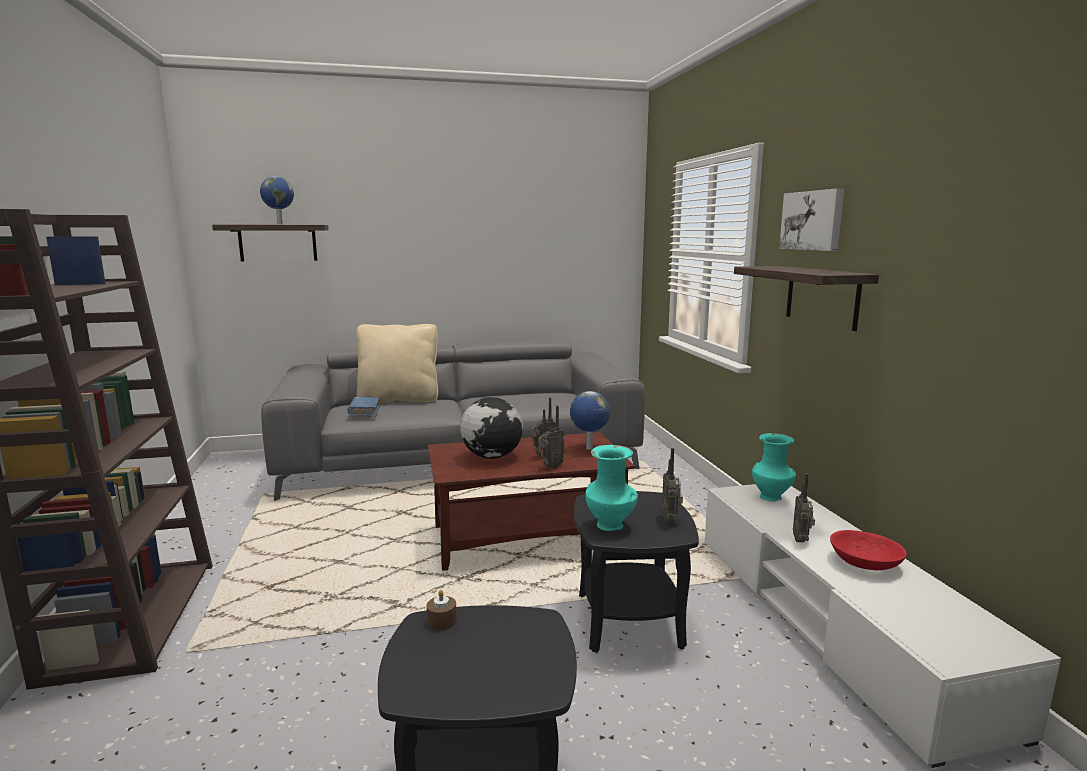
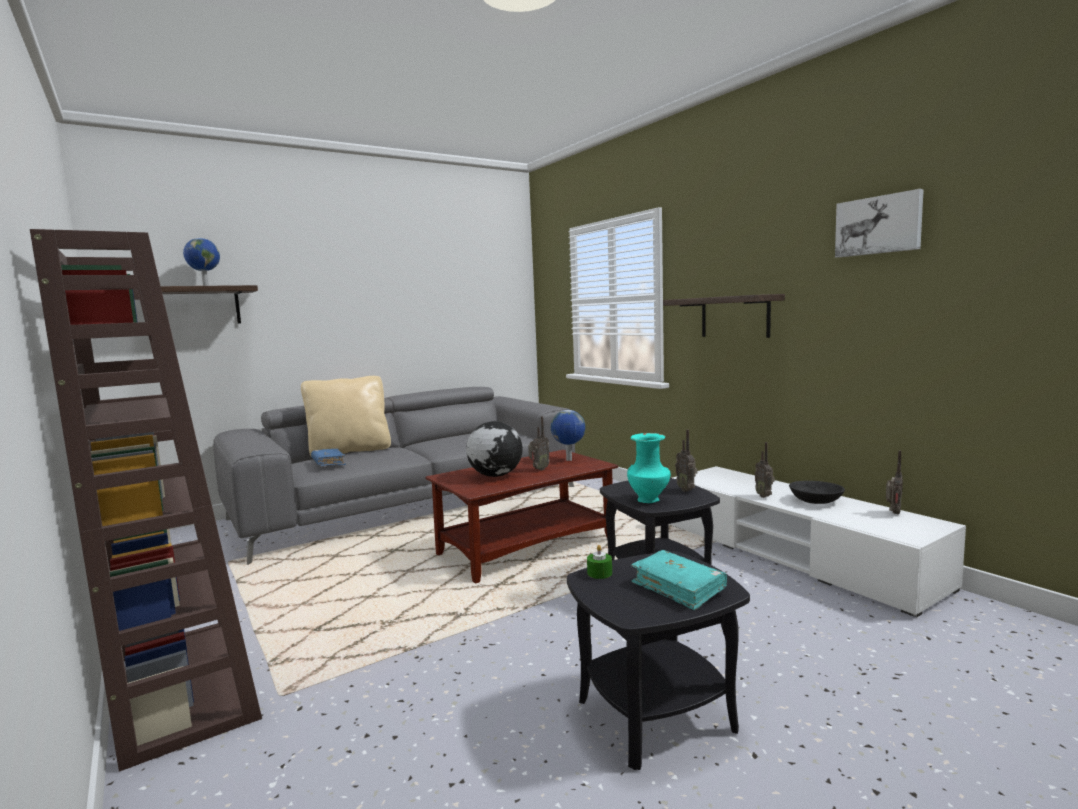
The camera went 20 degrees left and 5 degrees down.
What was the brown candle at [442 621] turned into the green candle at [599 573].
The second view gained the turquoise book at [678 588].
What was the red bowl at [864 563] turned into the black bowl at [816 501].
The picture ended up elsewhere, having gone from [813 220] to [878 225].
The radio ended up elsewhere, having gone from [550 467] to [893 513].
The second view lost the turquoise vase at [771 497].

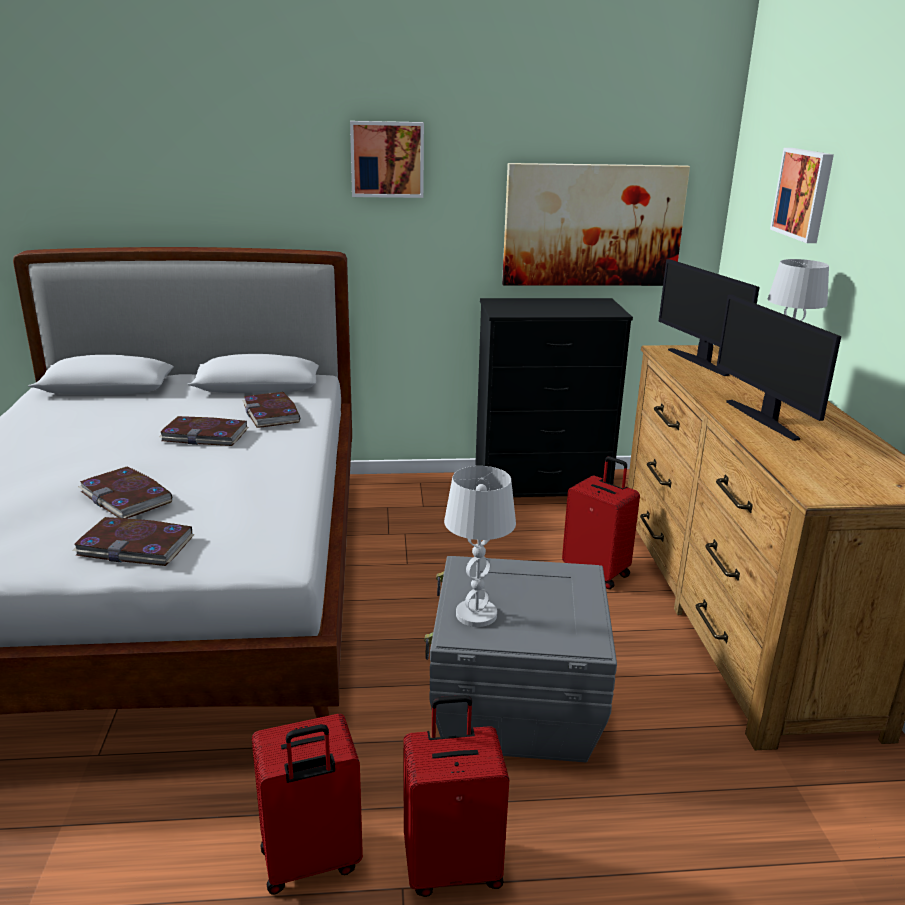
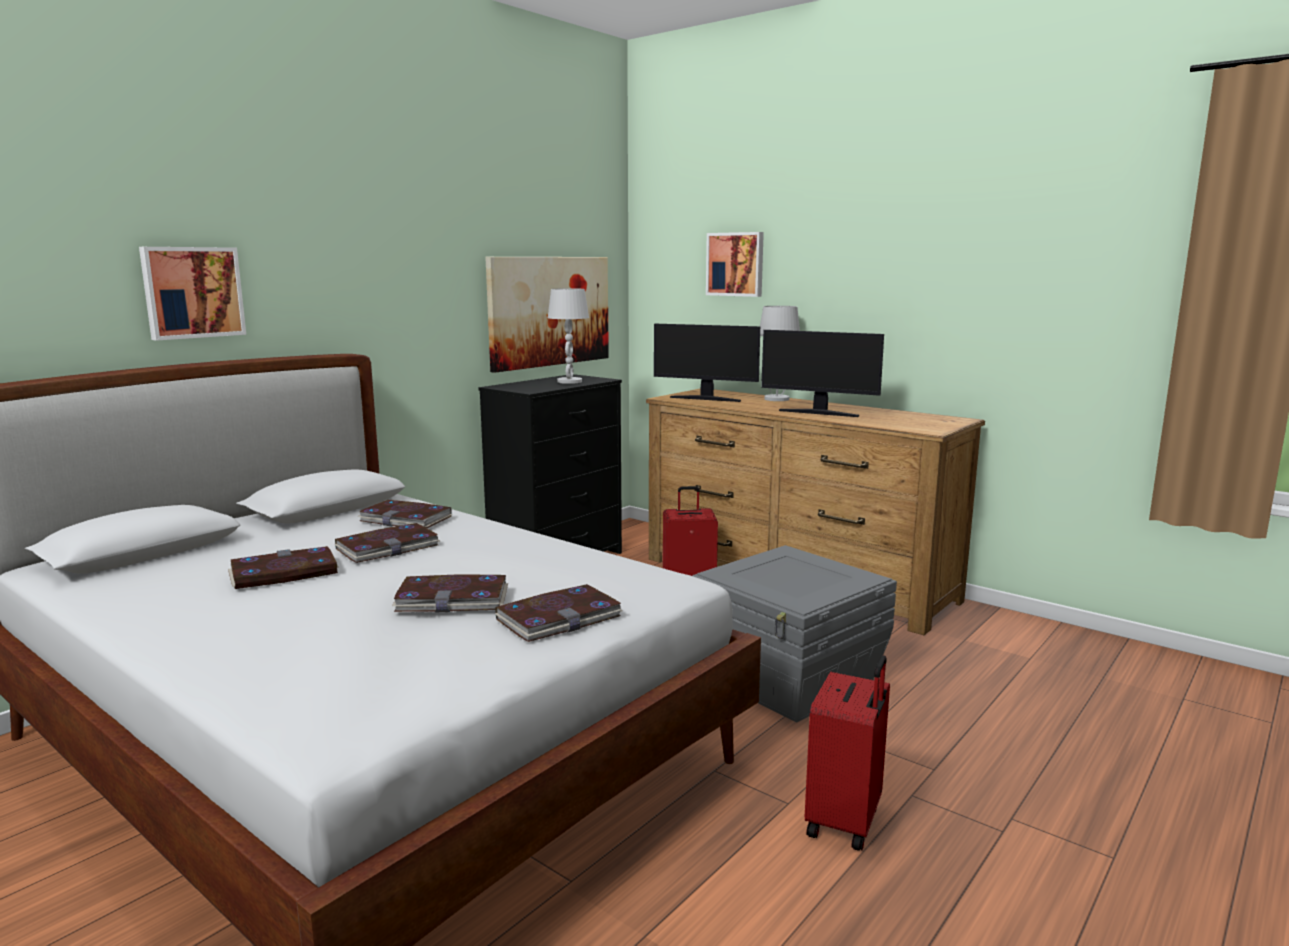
The camera went 45 degrees left and 10 degrees down.
The picture ended up elsewhere, having gone from [387 159] to [192 292].
The second view gained the book at [283 573].
The white table lamp ended up elsewhere, having gone from [476 615] to [569 381].
The second view lost the red suitcase at [452 866].

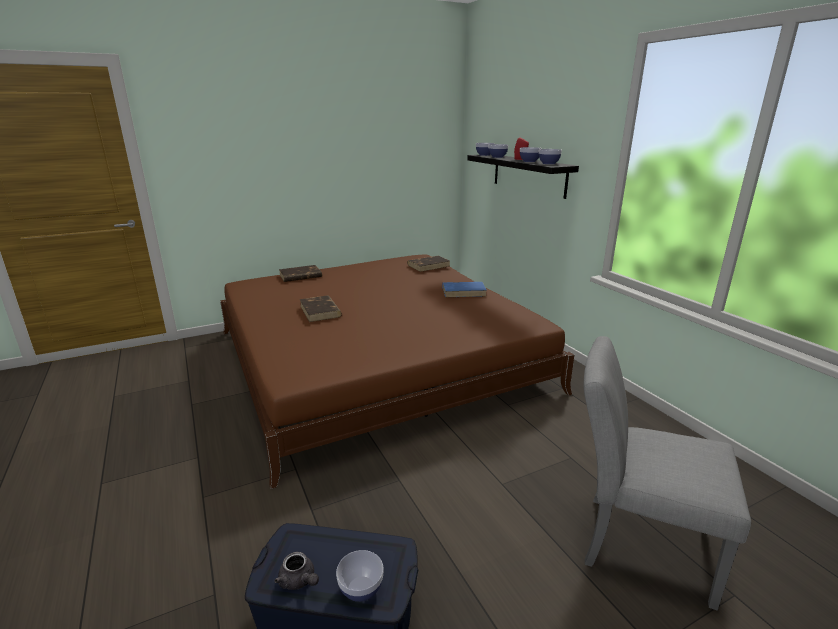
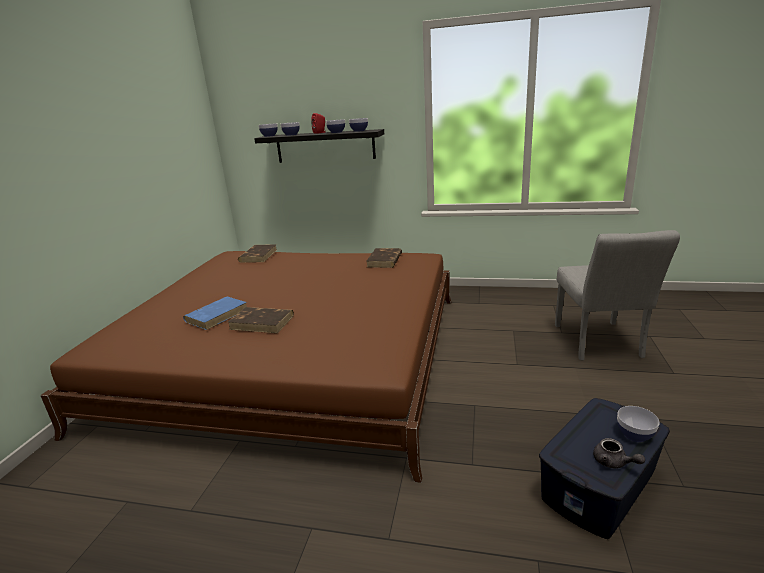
The camera went 50 degrees left and 0 degrees up.
The blue book ended up elsewhere, having gone from [464 291] to [217 315].
The brown book ended up elsewhere, having gone from [300 276] to [384 260].
The grey chair at [634 542] ended up facing another way, 60 degrees counterclockwise from before.
The grey teapot at [299 581] ended up facing another way, 60 degrees clockwise from before.

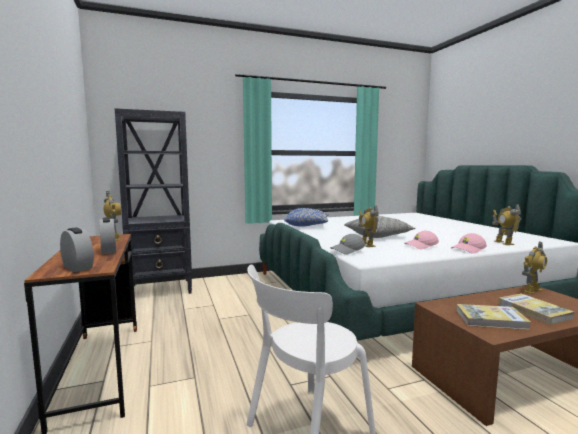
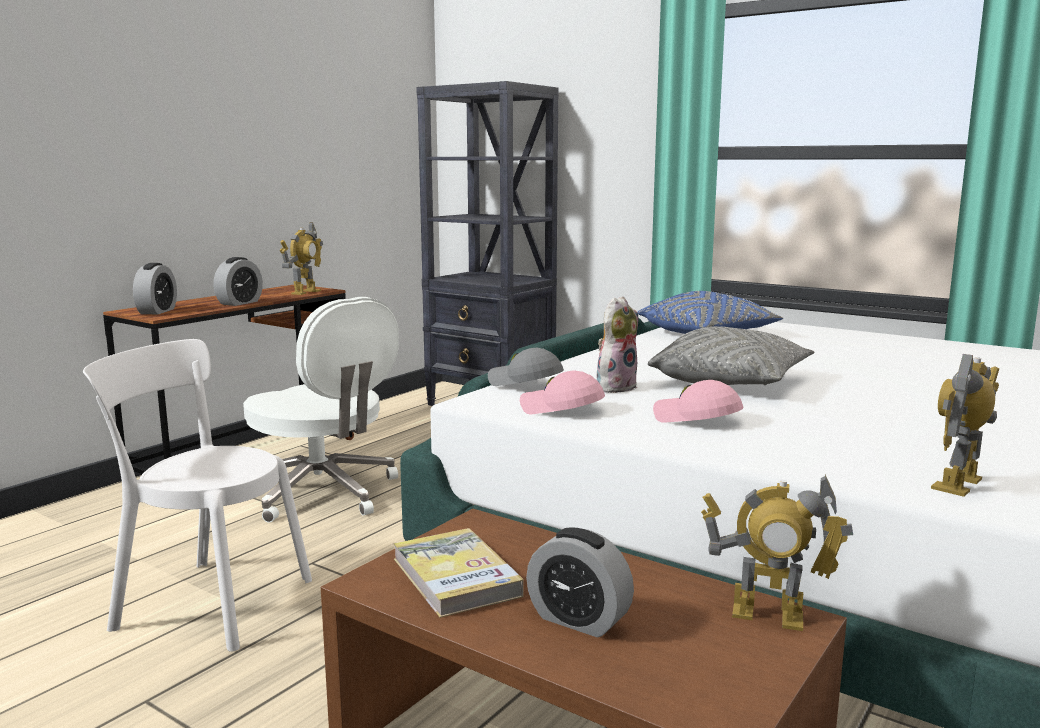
The camera went 55 degrees right and 5 degrees up.
The second view gained the white office chair at [323 493].
The pink cap ended up elsewhere, having gone from [468 250] to [560 409].
Where the book stood at [533 311], the alarm clock came to stand at [578 620].
Where the toy robot stood at [367 245], the plush toy came to stand at [615 387].

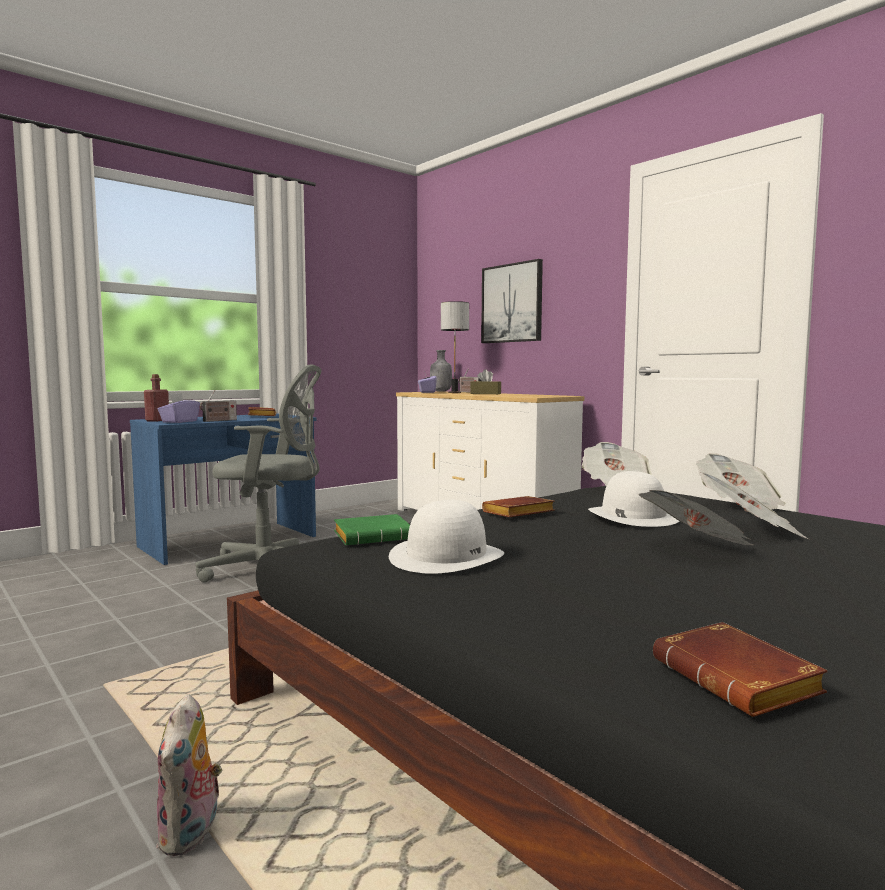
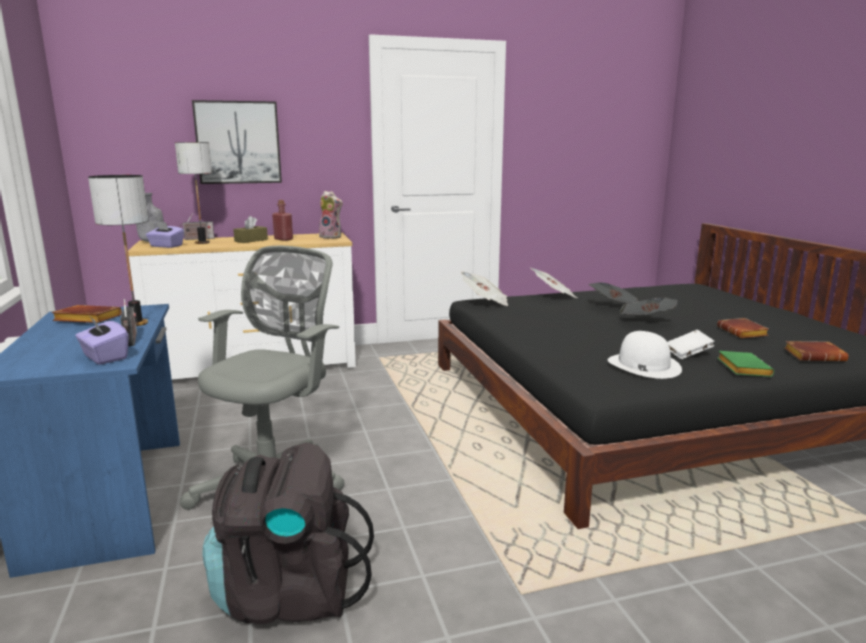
The camera went 65 degrees left and 10 degrees up.
The second view gained the table lamp at [136 323].
The second view gained the black backpack at [289 593].
The red bottle ended up elsewhere, having gone from [157 420] to [283 239].
The plush toy ended up elsewhere, having gone from [191 834] to [332 237].
The second view gained the white book at [688 354].
The brown book ended up elsewhere, having gone from [518 514] to [743 332].
The green book ended up elsewhere, having gone from [374 537] to [741 368].
The second view lost the white hat at [633 515].

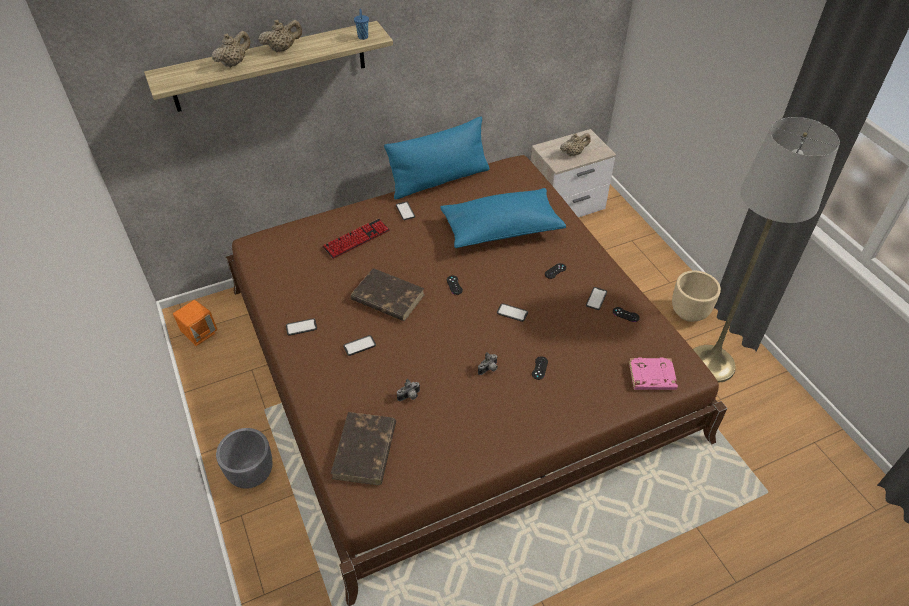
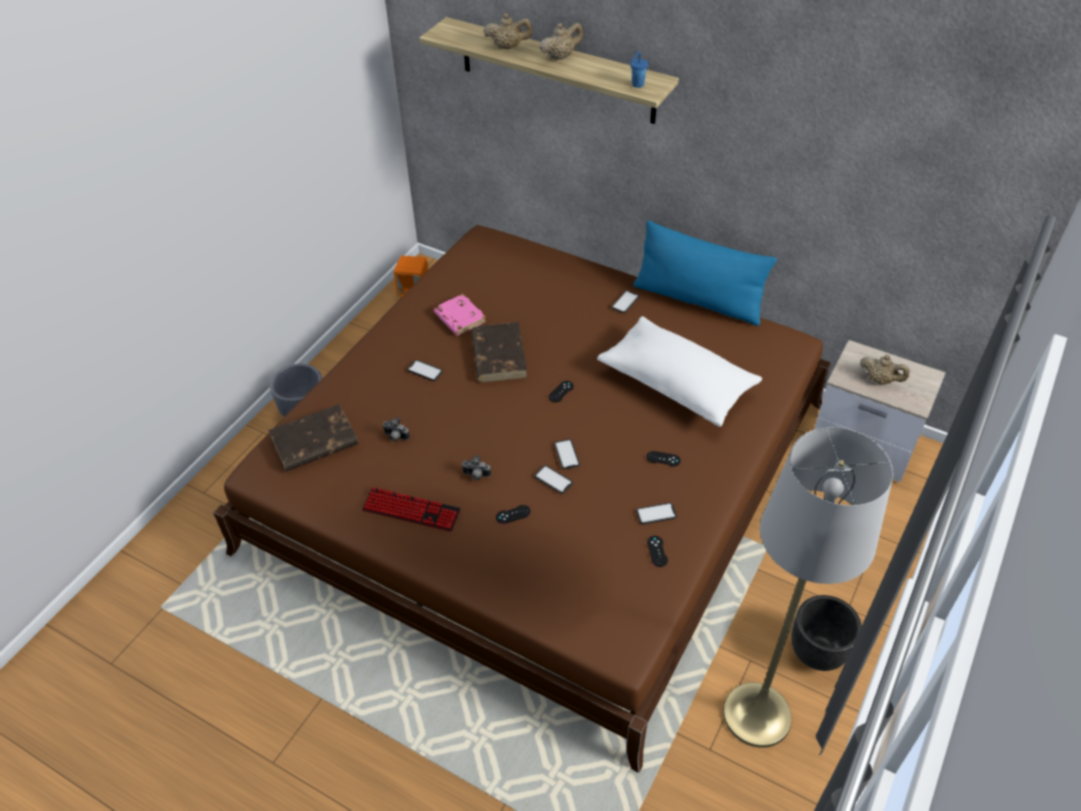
The camera went 55 degrees right and 0 degrees up.
The keyboard ended up elsewhere, having gone from [356 239] to [411 510].
The pink book ended up elsewhere, having gone from [651 377] to [459 318].
The phone ended up elsewhere, having gone from [301 327] to [553 480].
The beige teapot at [283 49] ended up facing another way, 60 degrees counterclockwise from before.
What was the blue pillow at [501 229] turned into the white pillow at [676 384].
What was the beige planter at [689 313] turned into the black planter at [818 652].

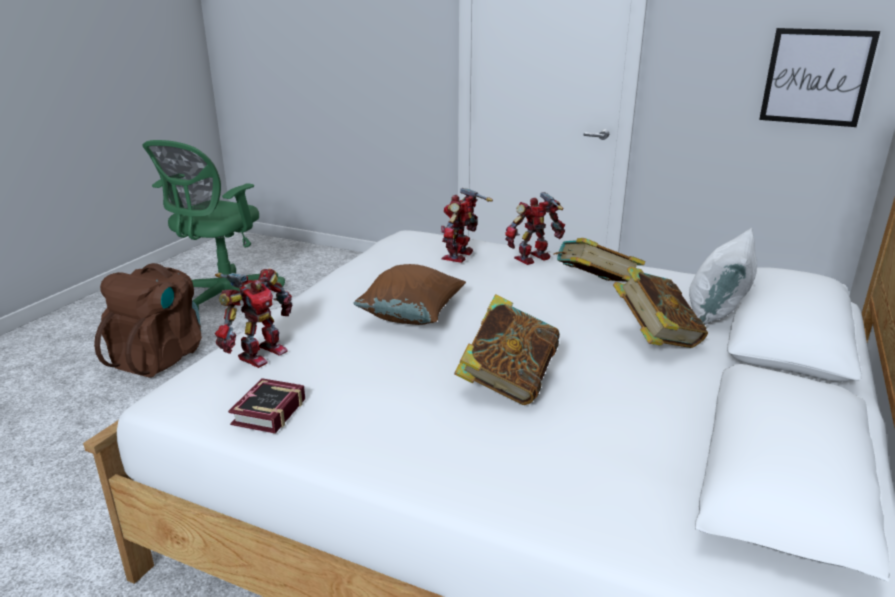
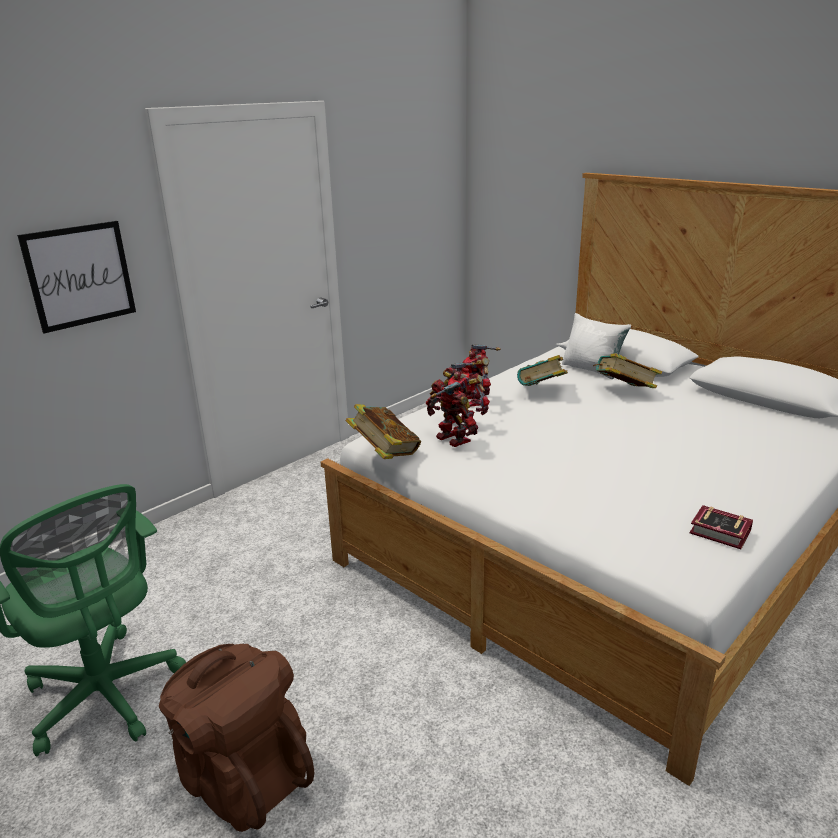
The camera went 70 degrees left and 0 degrees up.
The picture ended up elsewhere, having gone from [816 77] to [80 276].
The book ended up elsewhere, having gone from [507 383] to [385 454].
The toy robot ended up elsewhere, having gone from [260 354] to [451 440].
The second view lost the brown pillow at [411 316].

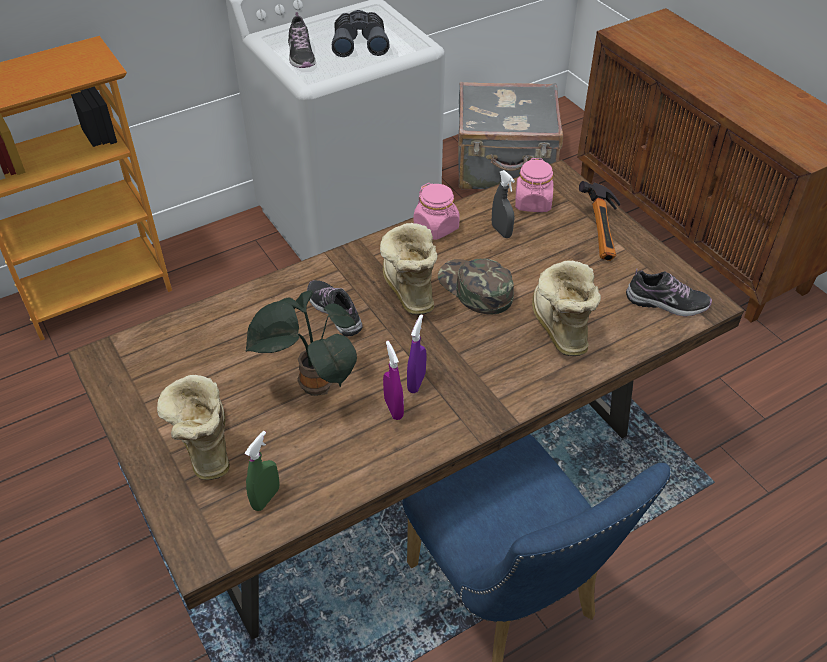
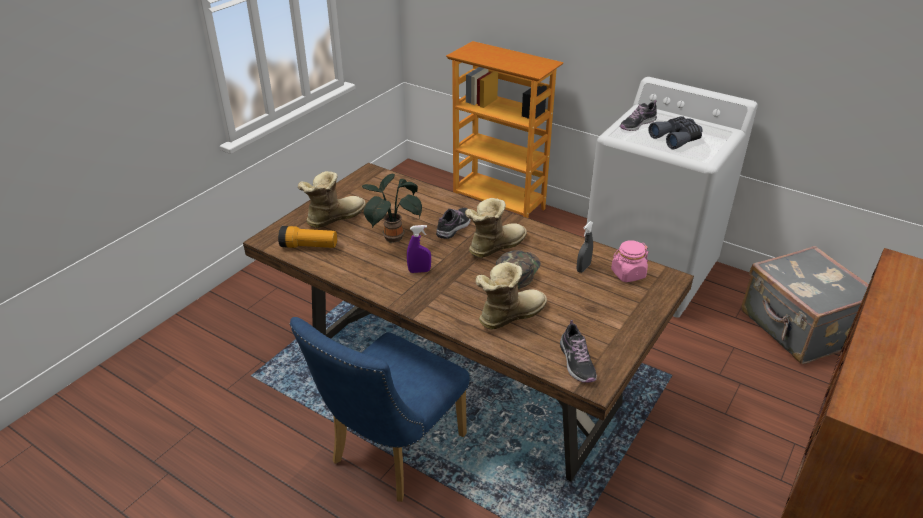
The camera went 65 degrees right and 10 degrees down.
Where the green spray bottle stood at [266 498], the flashlight came to stand at [309 246].
The second view lost the purple spray bottle at [393 408].
The second view lost the pink jar at [436 227].
The second view lost the hammer at [604 233].

